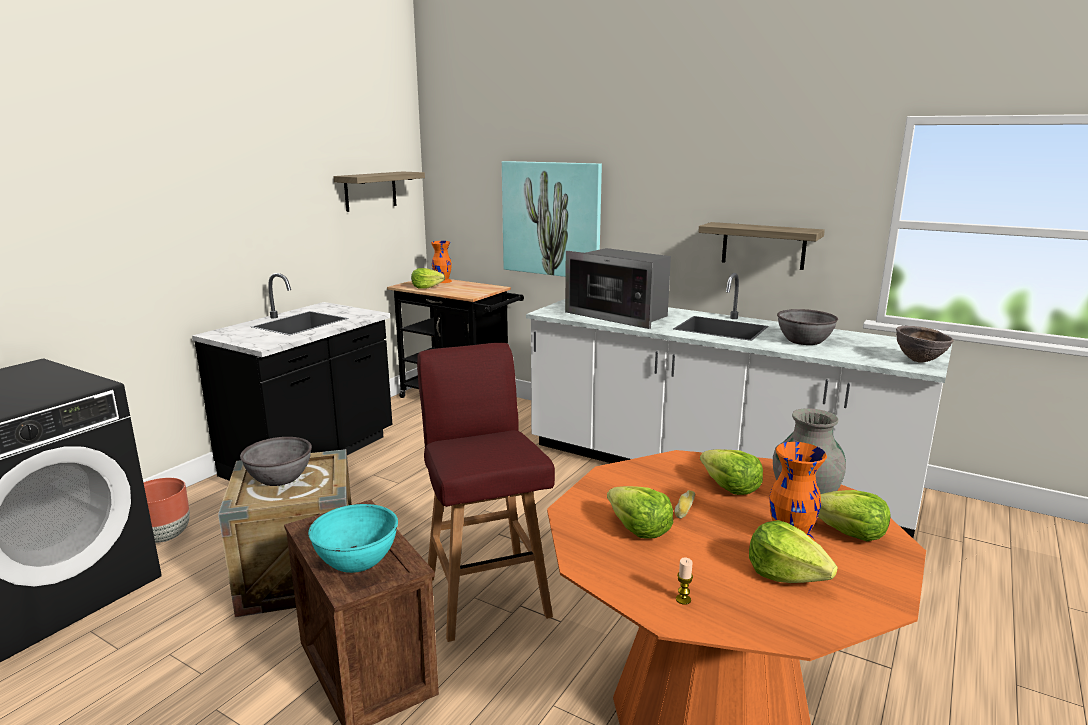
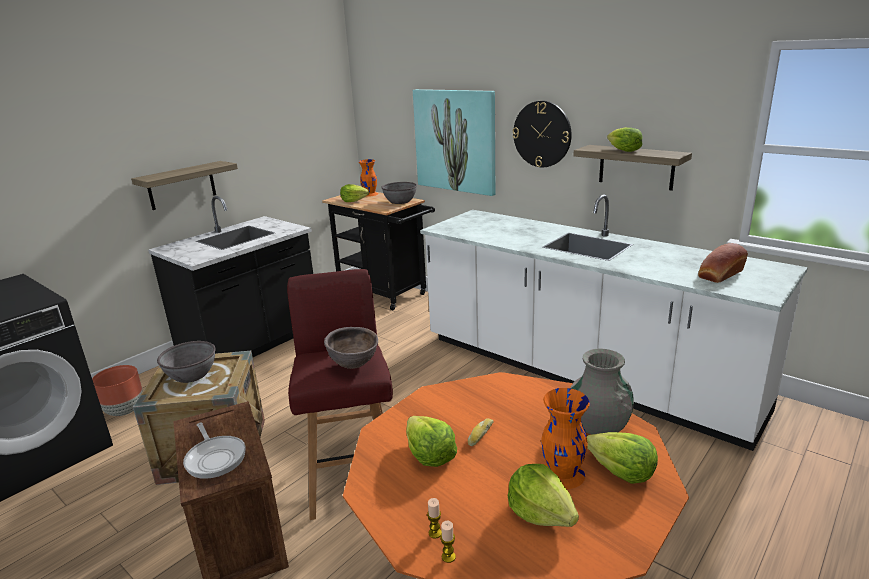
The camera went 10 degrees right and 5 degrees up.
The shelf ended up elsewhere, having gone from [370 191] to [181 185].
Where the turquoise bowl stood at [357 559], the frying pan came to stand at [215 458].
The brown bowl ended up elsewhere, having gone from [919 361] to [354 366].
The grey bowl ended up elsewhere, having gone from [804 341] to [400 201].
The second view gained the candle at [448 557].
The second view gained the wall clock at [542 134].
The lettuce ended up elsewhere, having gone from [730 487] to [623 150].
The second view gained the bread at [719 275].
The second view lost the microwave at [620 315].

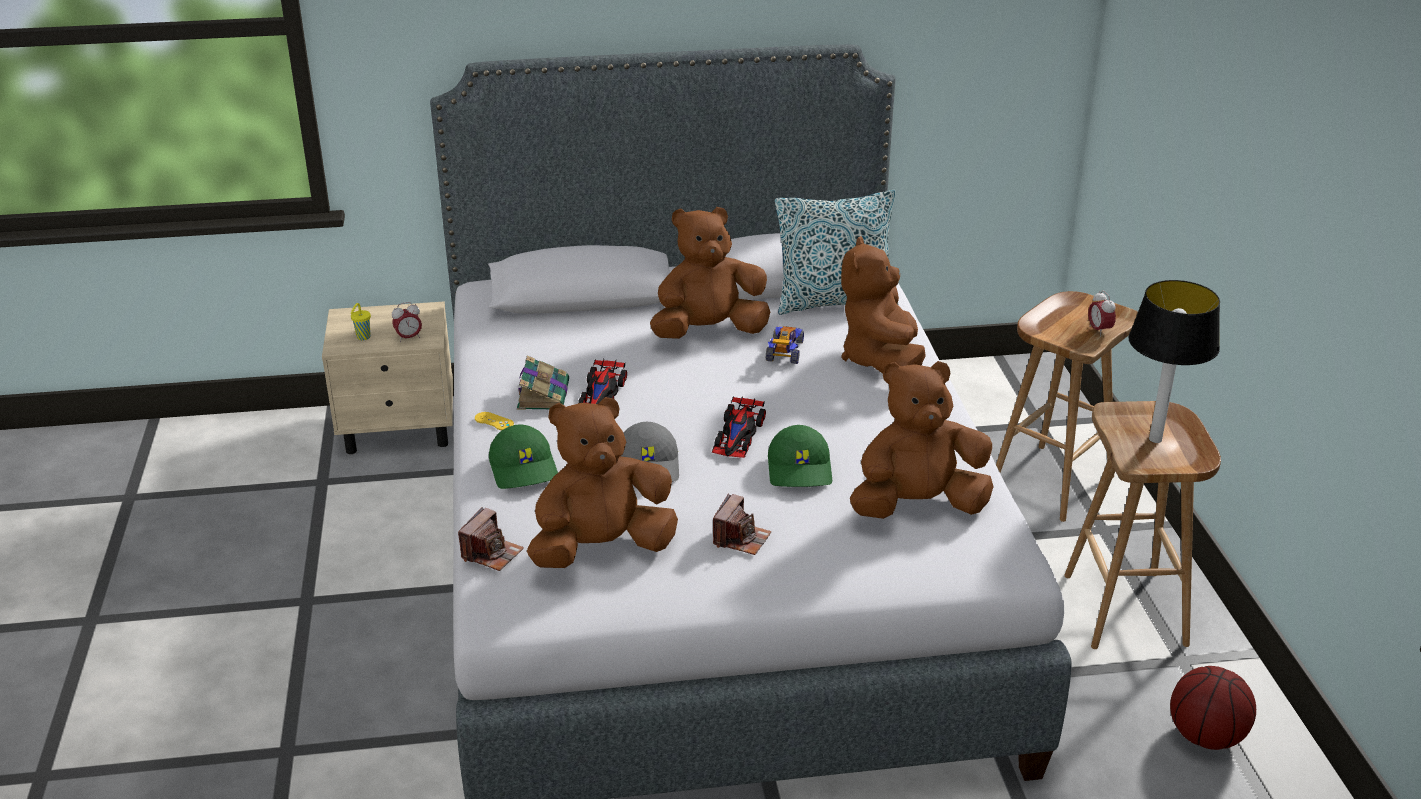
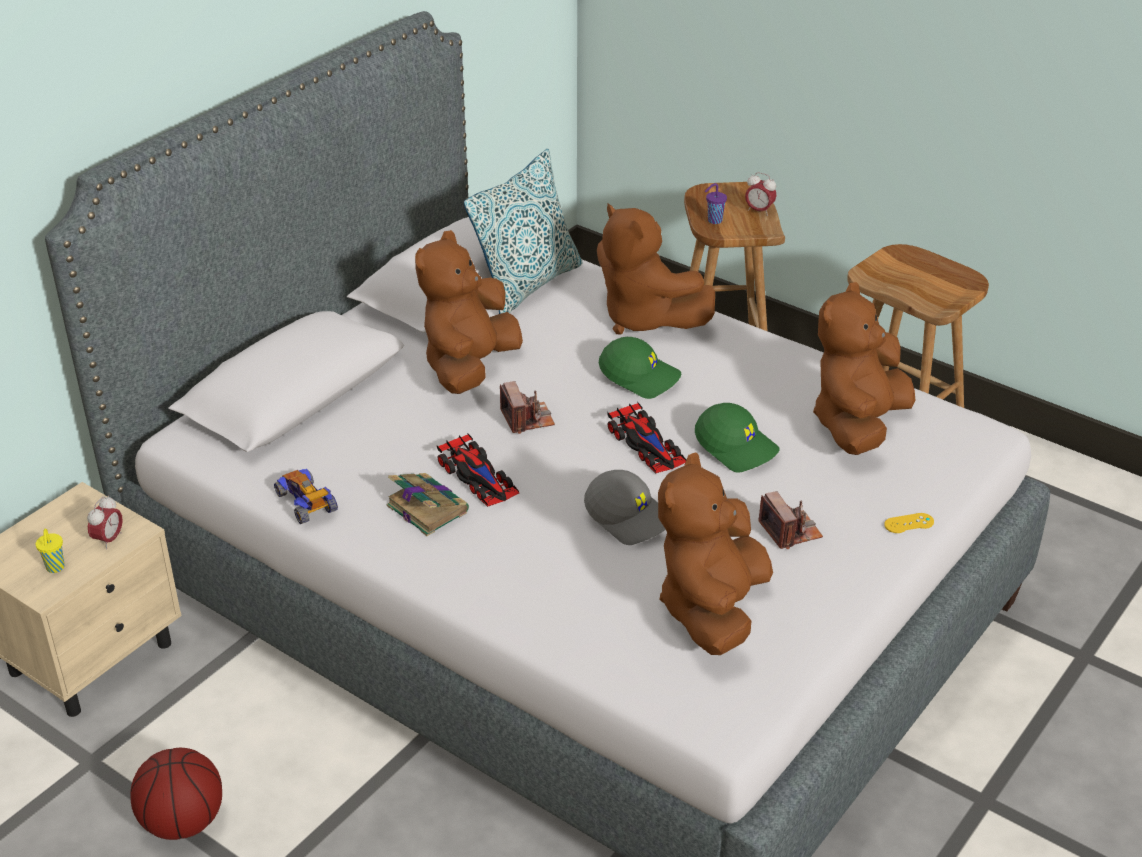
The camera went 45 degrees left and 5 degrees up.
The basketball ended up elsewhere, having gone from [1206 737] to [183 822].
The toy car ended up elsewhere, having gone from [785 352] to [307 504].
The photo camera ended up elsewhere, having gone from [492 553] to [527 419].
The green cap ended up elsewhere, having gone from [524 469] to [640 376].
The second view gained the purple cup at [714 221].
The yellow game controller ended up elsewhere, having gone from [494 421] to [909 523].
The second view lost the table lamp at [1155 439].

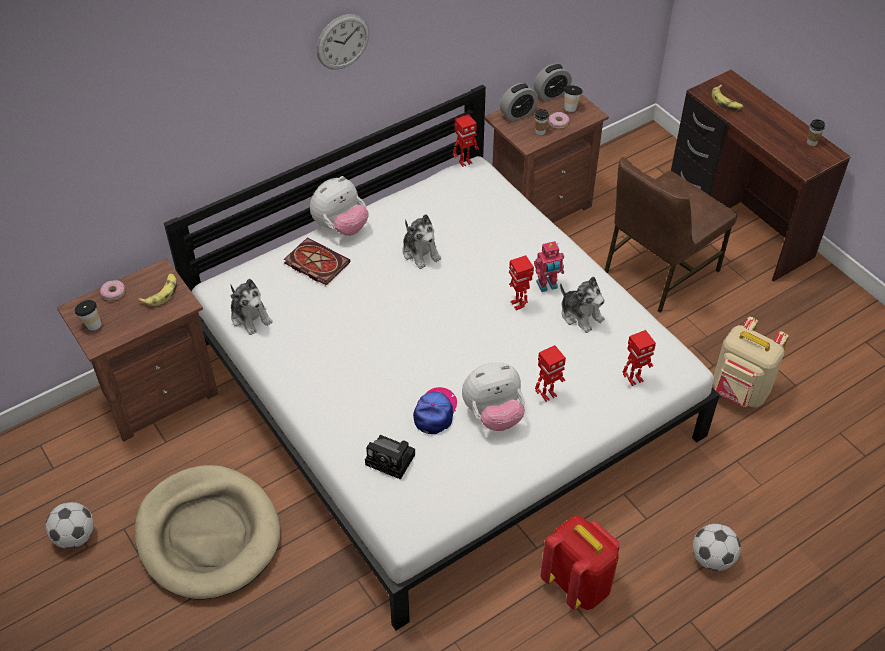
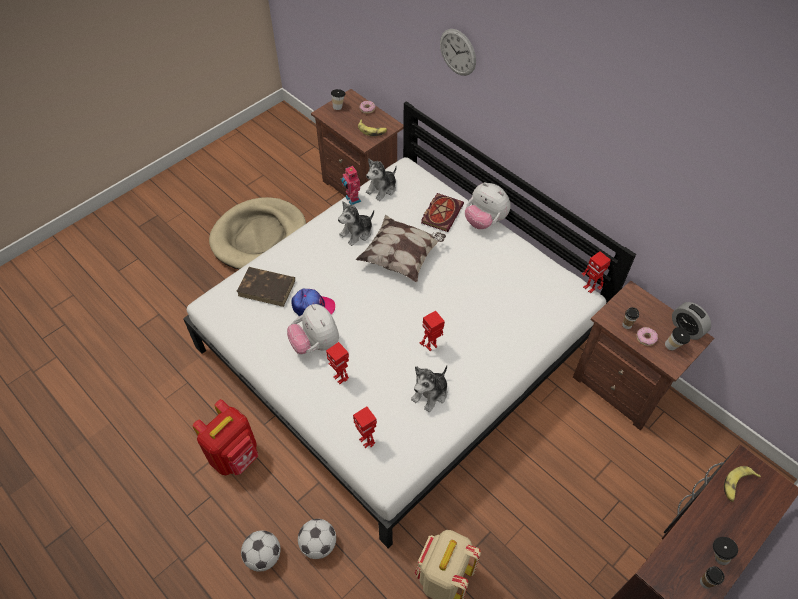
The camera went 80 degrees right and 5 degrees up.
Where the photo camera stood at [392 460], the brown book came to stand at [267 288].
The football ended up elsewhere, having gone from [75 537] to [318 544].
The plush toy ended up elsewhere, having gone from [420 252] to [357 233].
The toy robot ended up elsewhere, having gone from [547 286] to [352 199].
The second view gained the pillow at [401 257].
The wall clock ended up elsewhere, having gone from [342 41] to [458 52].
The second view gained the cup at [716 556].
The second view lost the alarm clock at [518 114].
The second view lost the brown chair at [658 271].

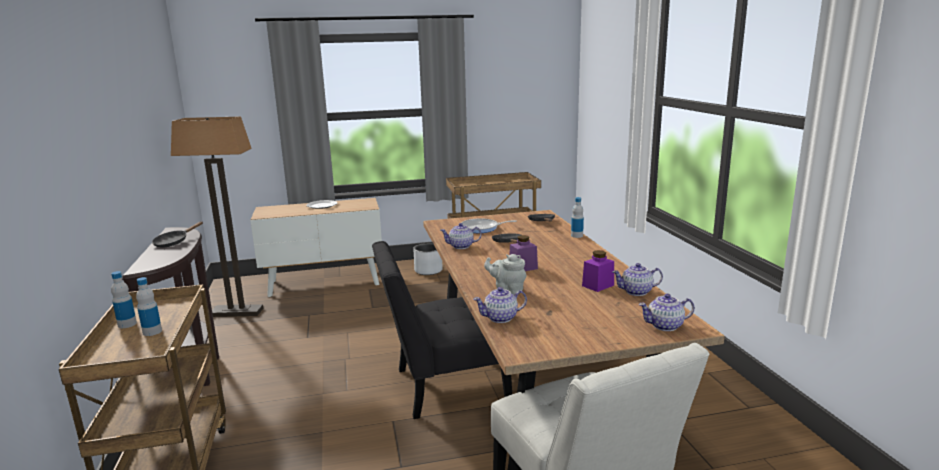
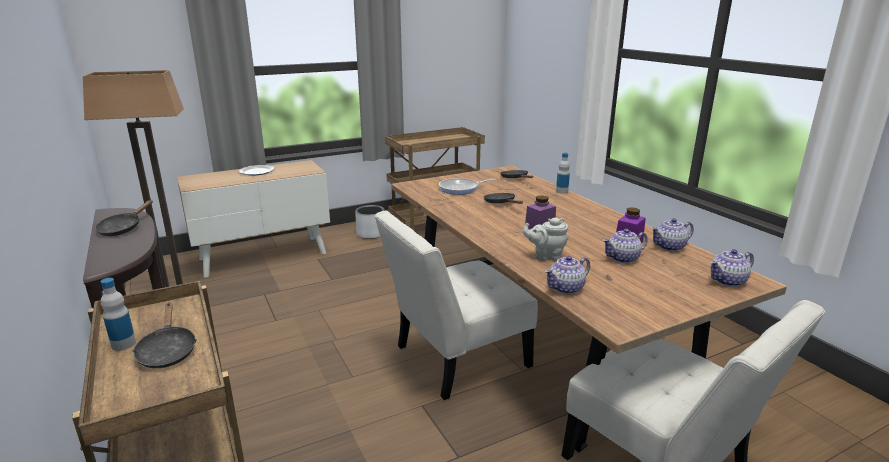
The camera went 15 degrees left and 5 degrees up.
Where the bottle stood at [152 332], the black frying pan came to stand at [167 351].
What was the black chair at [444 386] turned into the white chair at [455 359].
The teapot ended up elsewhere, having gone from [461 246] to [623 258].

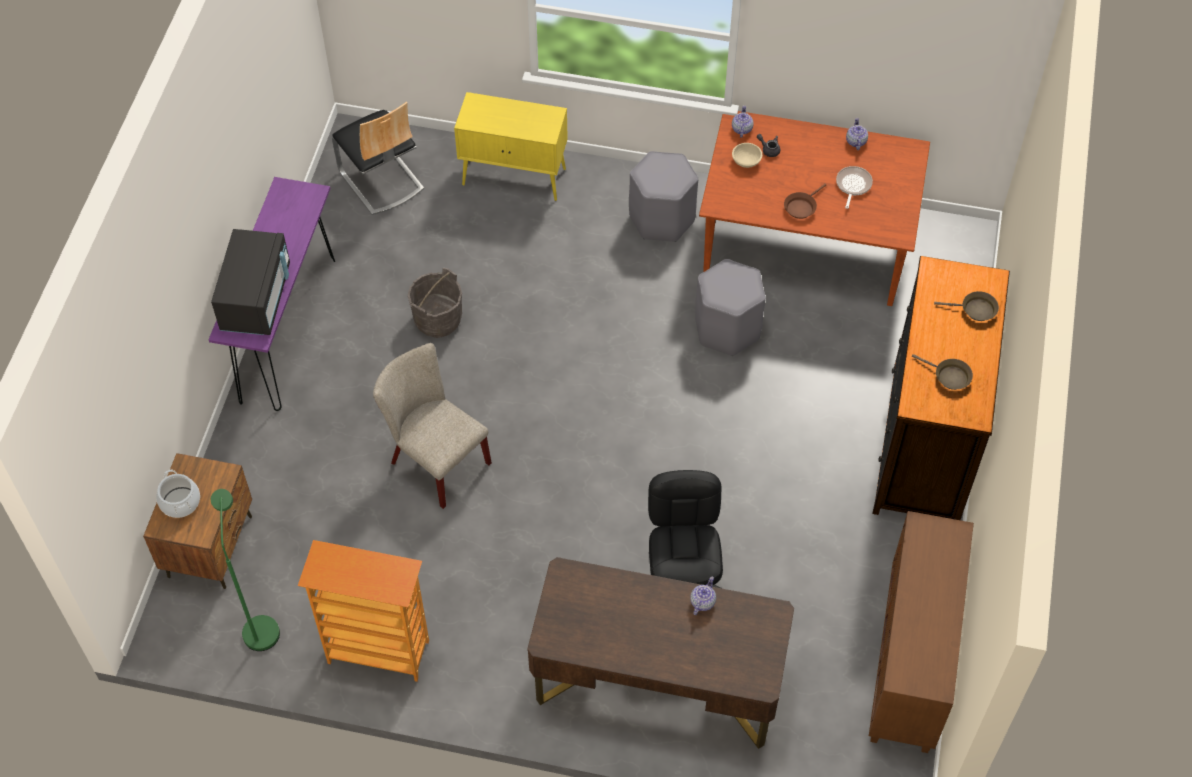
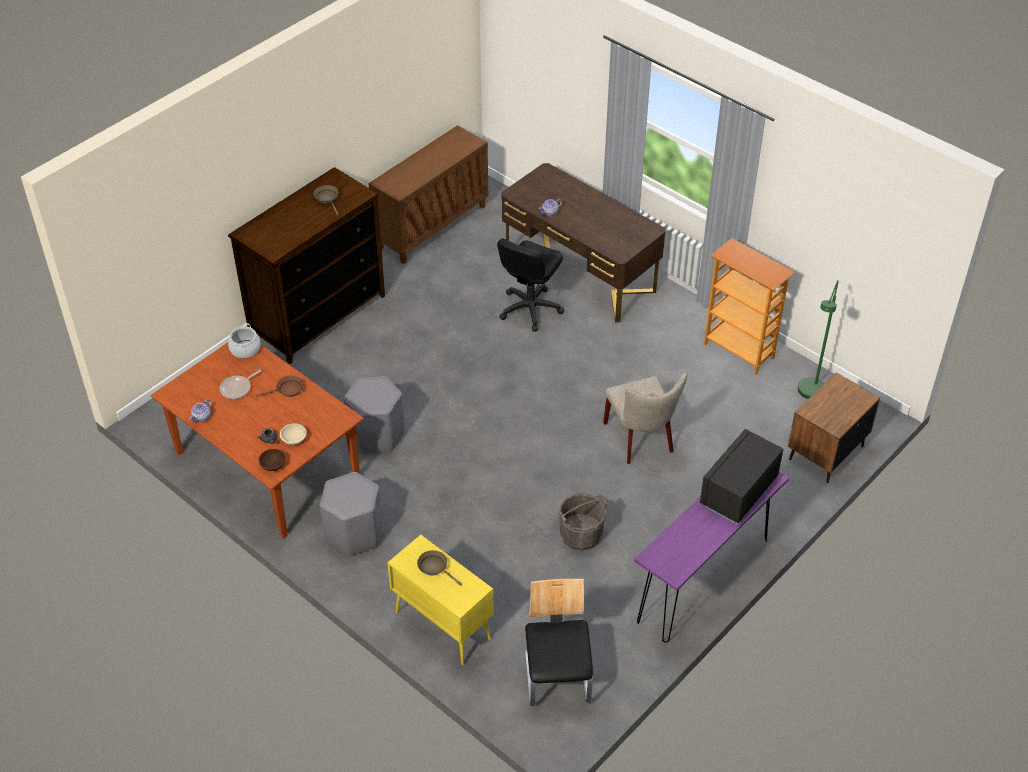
The camera went 150 degrees left and 10 degrees down.
The cooking pot ended up elsewhere, having gone from [180 502] to [245 349].
Where the teapot stood at [741 129], the brown bowl came to stand at [273 465].
The brown frying pan ended up elsewhere, having gone from [975 310] to [435 567].

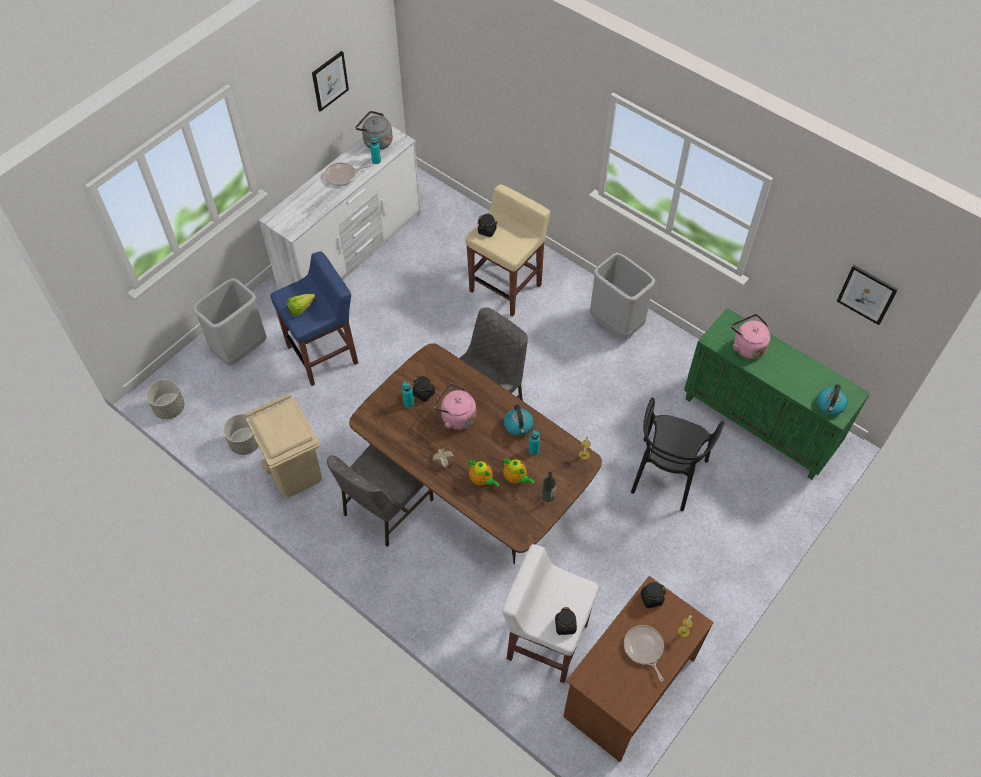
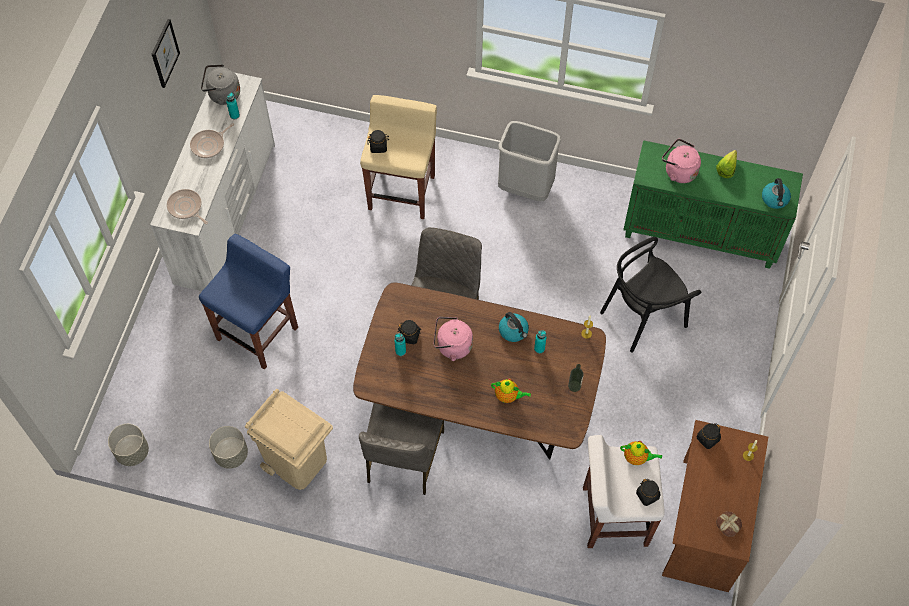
The camera went 25 degrees left and 5 degrees up.
The frying pan ended up elsewhere, having gone from [644 649] to [186 208].
The black chair at [666 474] ended up facing another way, 60 degrees clockwise from before.
The teapot ended up elsewhere, having gone from [516 478] to [637 458].
The lettuce ended up elsewhere, having gone from [303 308] to [728 167].
The bread ended up elsewhere, having gone from [443 460] to [728 524].
The second view lost the grey trash can at [240 350].
The second view lost the picture at [867 294].

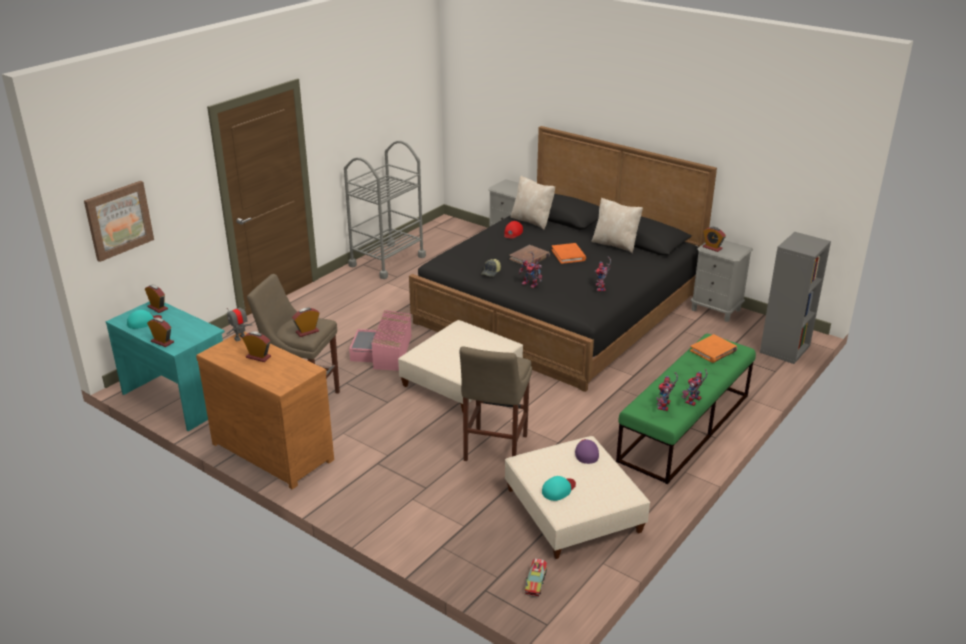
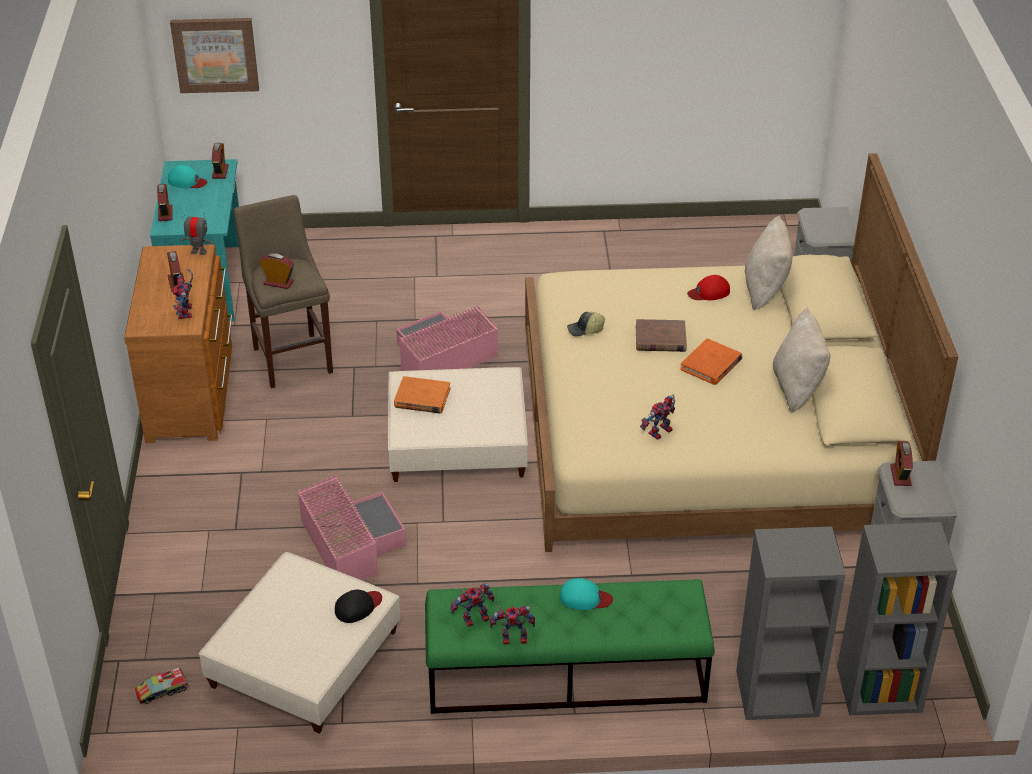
The camera went 50 degrees right and 10 degrees up.
The toy robot ended up elsewhere, having gone from [531 284] to [186 313].
Where the beige stool stood at [494 450], the pink storage box came to stand at [350 541].
What was the purple cap at [586 452] turned into the black cap at [358 607].
The orange book ended up elsewhere, having gone from [713 351] to [422 398].
What was the black bed at [559 308] turned into the beige bed at [709 433].
The turquoise cap ended up elsewhere, having gone from [558 489] to [585 598].
The second view gained the grey bookcase at [776 694].
The second view lost the grey cart at [387 261].

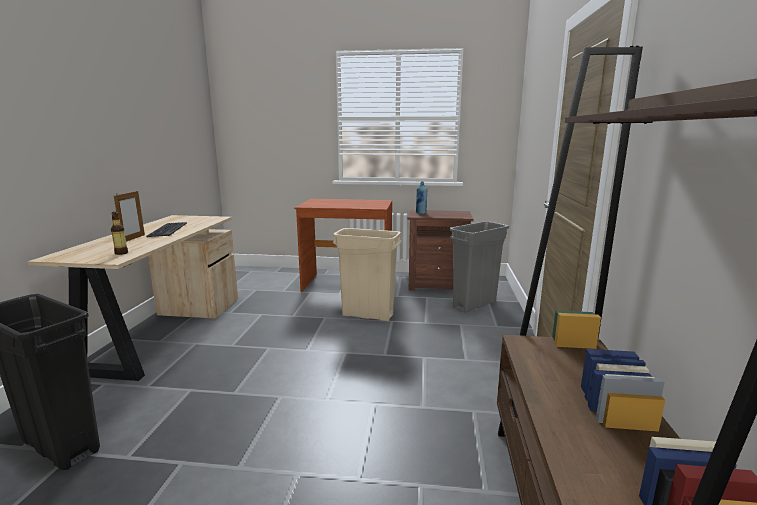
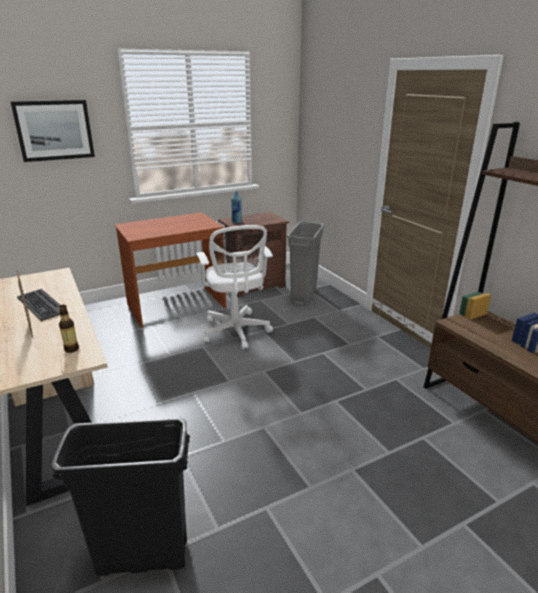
The camera went 35 degrees left and 10 degrees up.
The second view gained the picture at [54 130].
Where the beige trash can stood at [367 315], the white office chair came to stand at [236 332].

